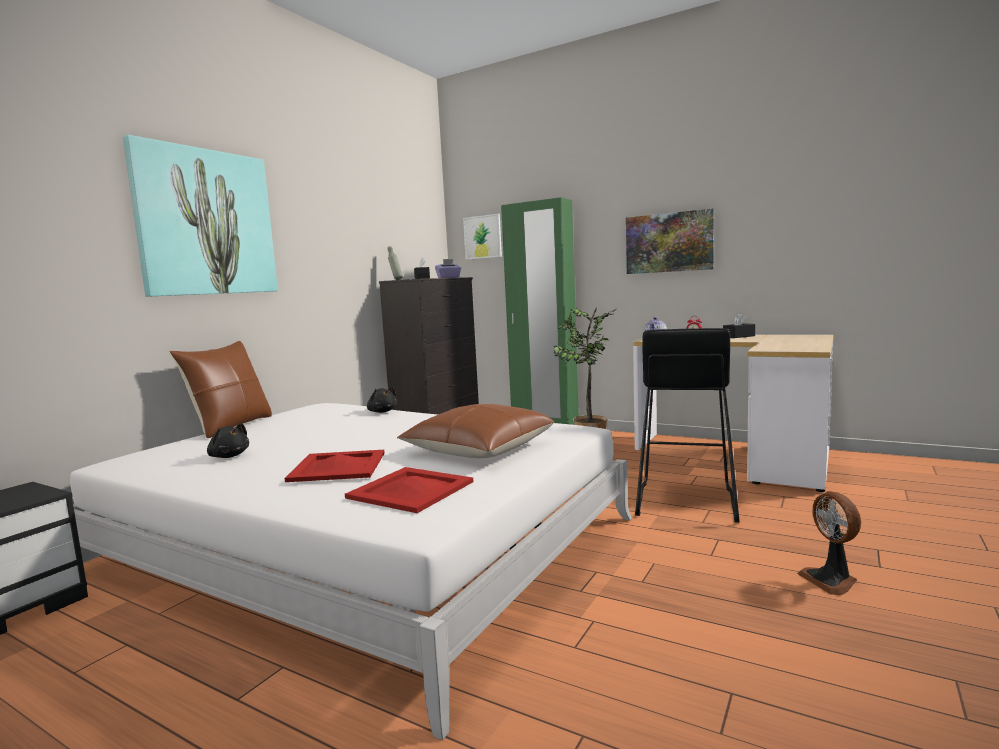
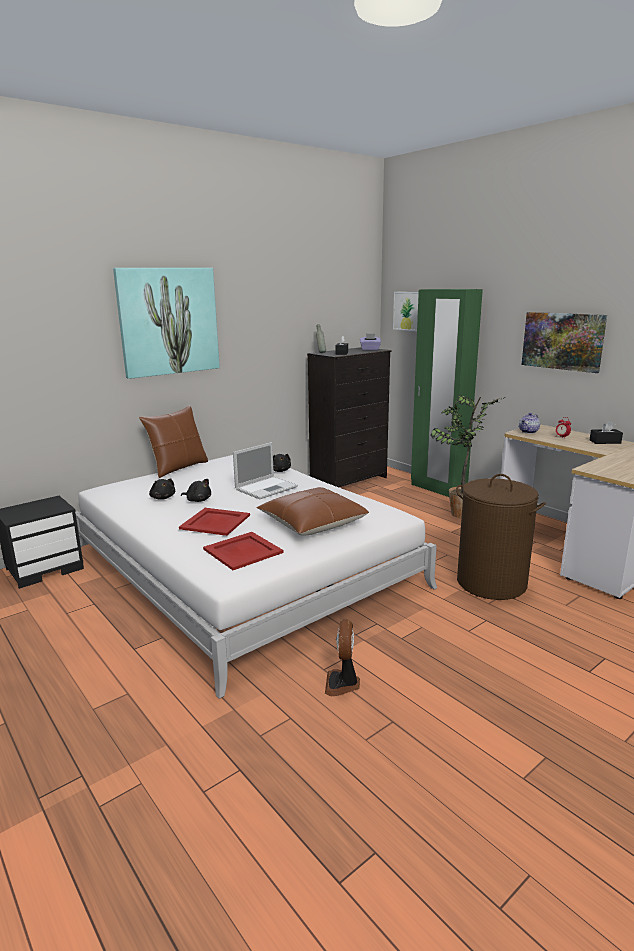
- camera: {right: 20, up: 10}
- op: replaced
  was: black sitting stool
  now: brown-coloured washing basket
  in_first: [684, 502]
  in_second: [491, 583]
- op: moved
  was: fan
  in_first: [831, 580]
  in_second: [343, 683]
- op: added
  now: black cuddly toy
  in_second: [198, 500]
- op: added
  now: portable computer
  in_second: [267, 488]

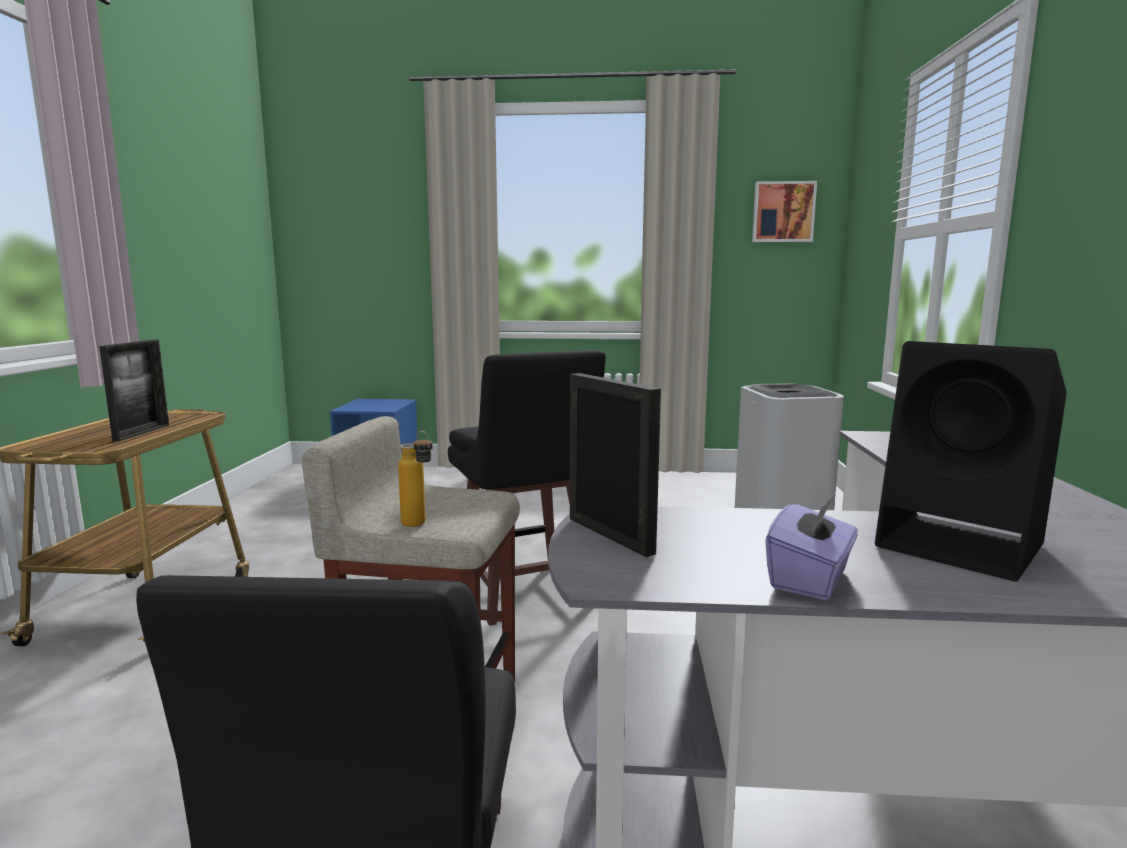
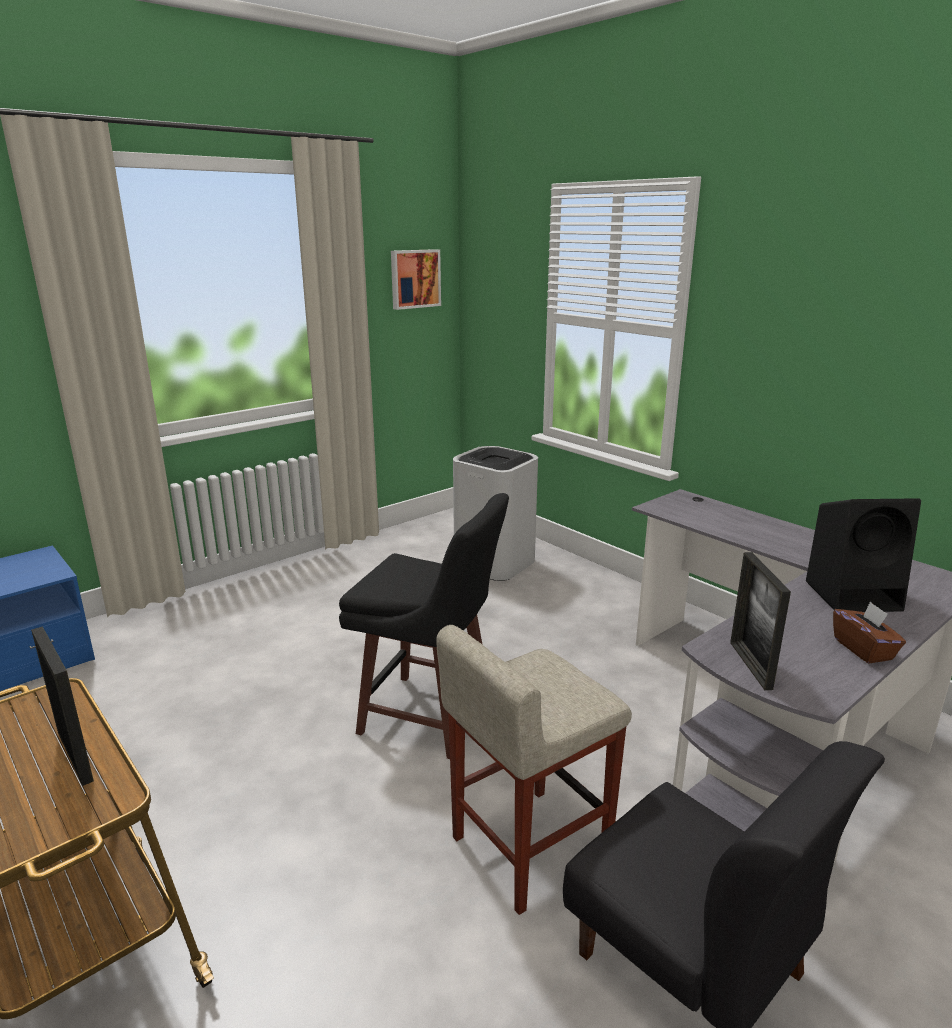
- camera: {right: -45, up: 10}
- op: removed
  was: beverage bottle
  in_first: [419, 525]
- op: turned
  was: picture frame
  in_first: [609, 535]
  in_second: [750, 665]
  clockwise: -105
- op: recoloured
  was: purple-coloured tissue holder
  now: brown-coloured tissue holder
  in_first: [810, 579]
  in_second: [863, 649]

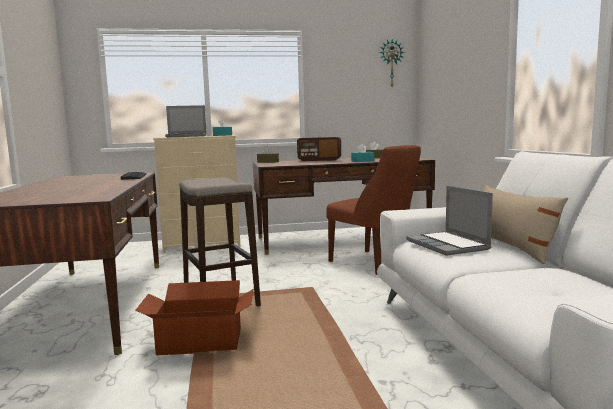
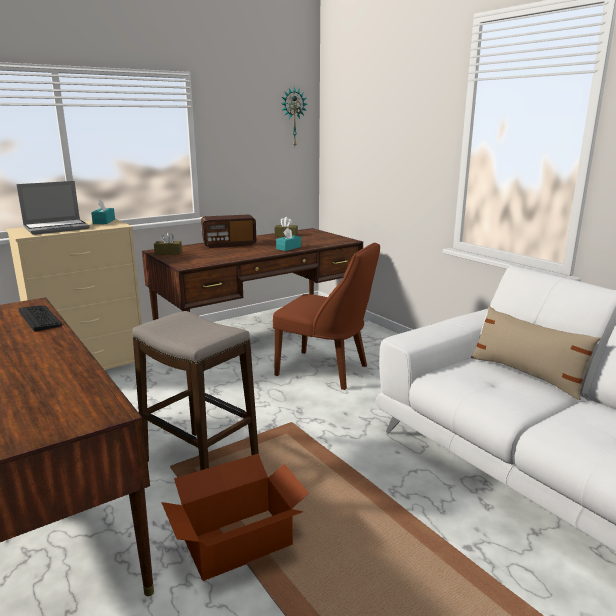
- camera: {right: -25, up: 10}
- op: removed
  was: portable computer
  in_first: [448, 245]

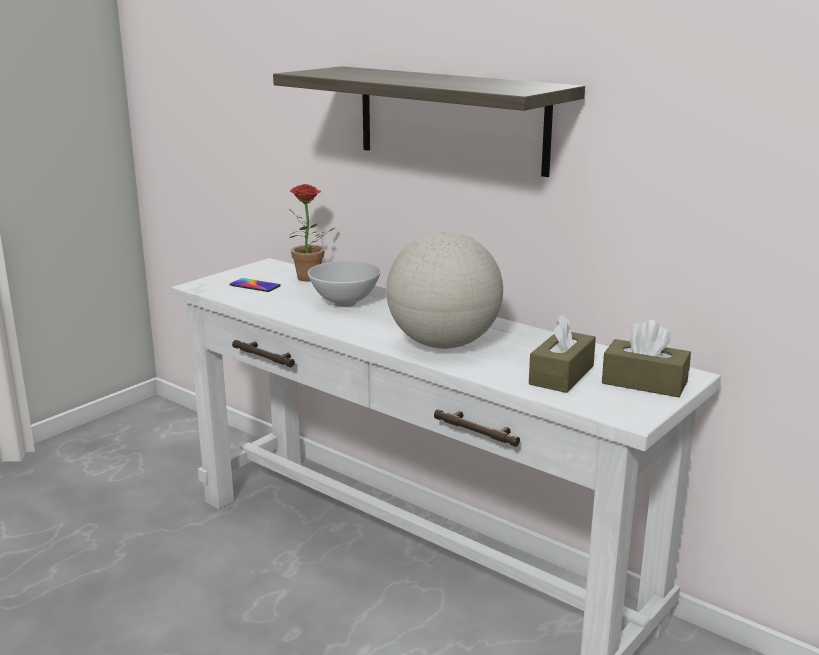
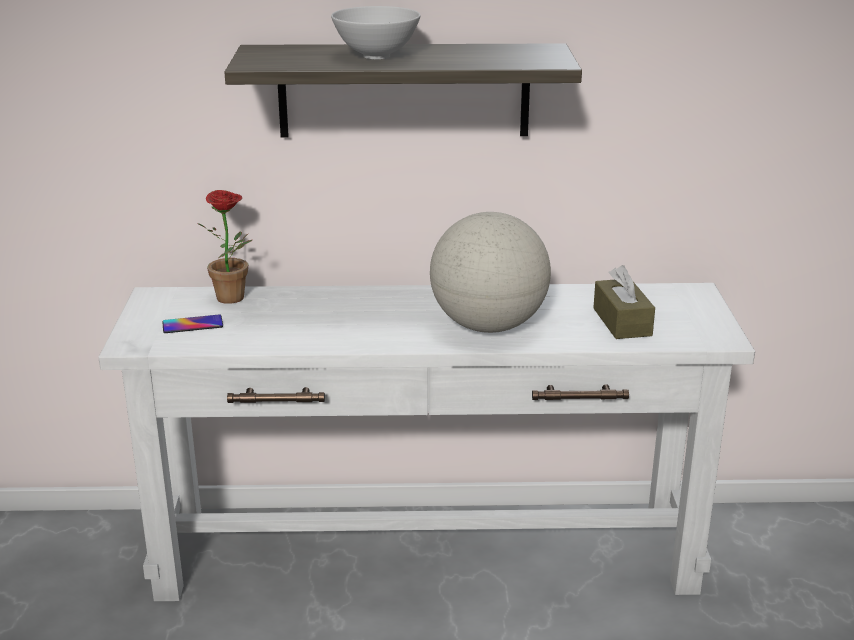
- camera: {right: -40, up: 5}
- op: moved
  was: white bowl
  in_first: [344, 303]
  in_second: [376, 56]
- op: removed
  was: brown-coloured tissue holder
  in_first: [644, 383]

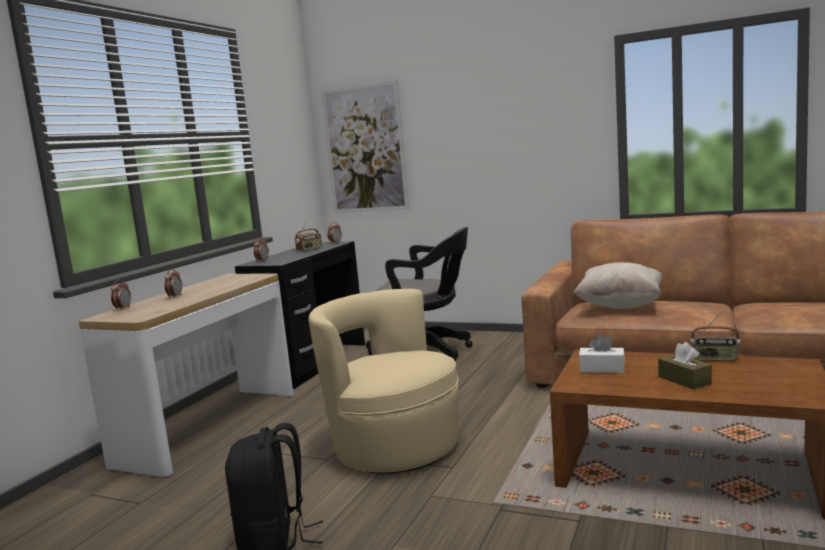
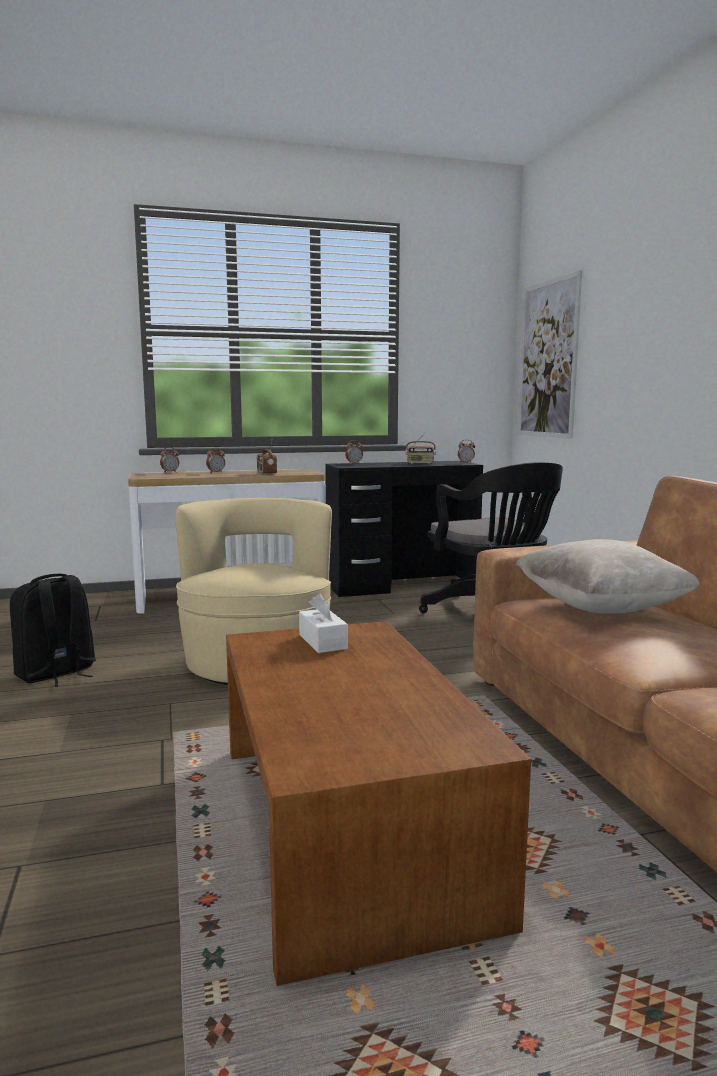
- camera: {right: 50, up: 0}
- op: removed
  was: brown-coloured tissue holder
  in_first: [684, 380]
- op: moved
  was: radio receiver
  in_first: [715, 359]
  in_second: [266, 473]

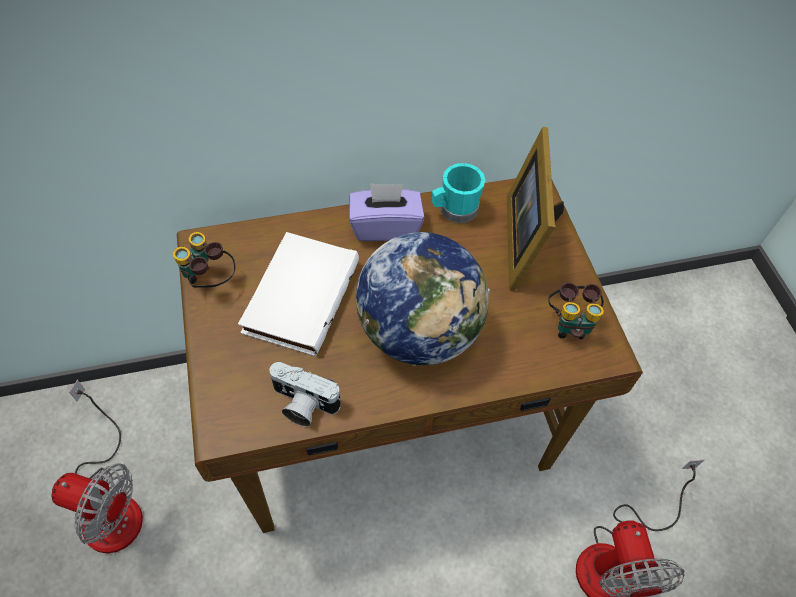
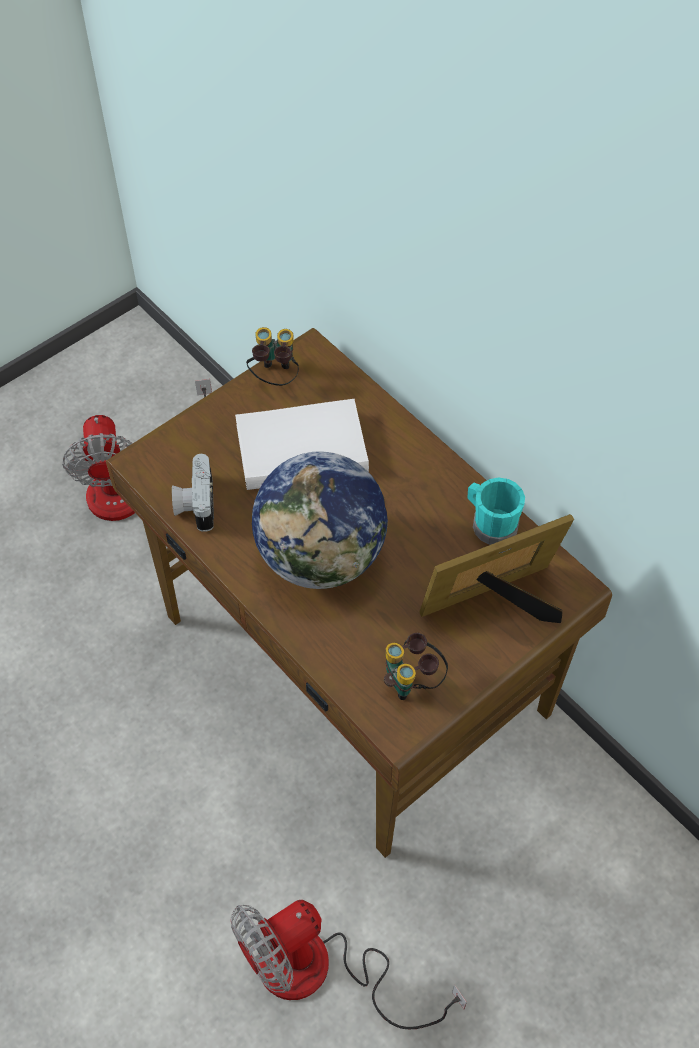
- camera: {right: 65, up: 0}
- op: removed
  was: purple-coloured tissue holder
  in_first: [385, 226]

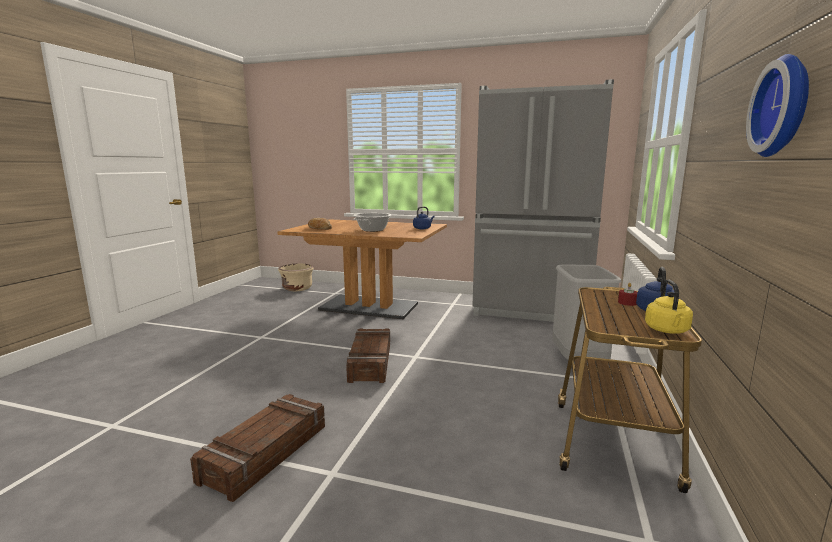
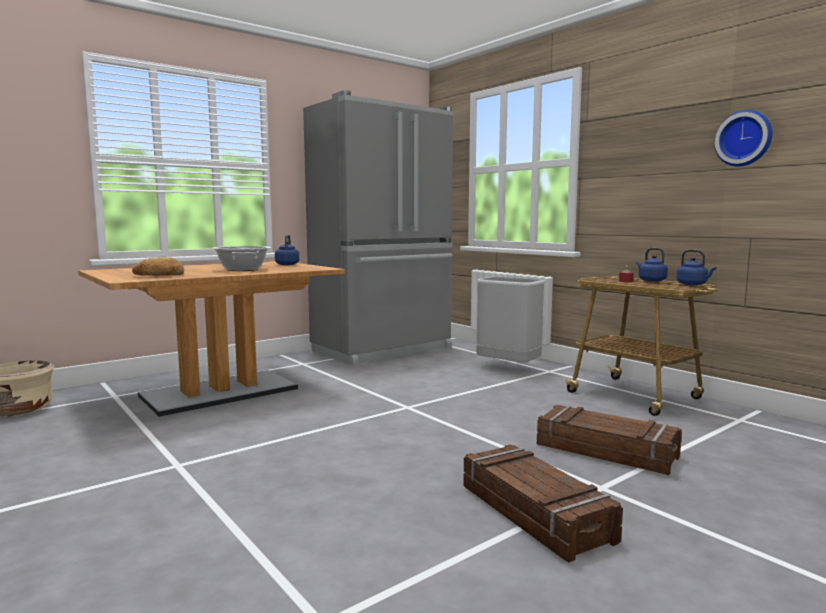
- camera: {right: -55, up: -5}
- op: moved
  was: shipping crate
  in_first: [371, 362]
  in_second: [606, 450]
- op: recoloured
  was: yellowish tea kettle
  now: bluish tea kettle
  in_first: [667, 330]
  in_second: [693, 284]

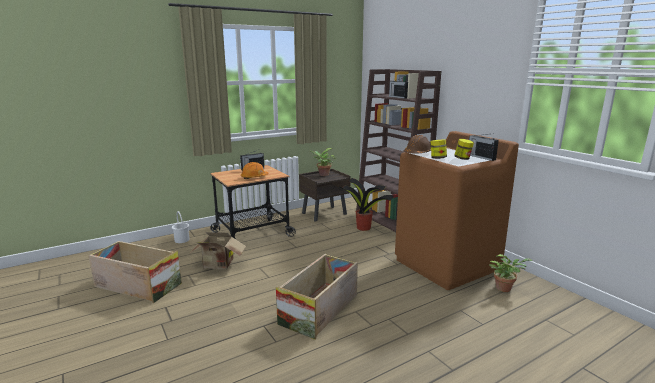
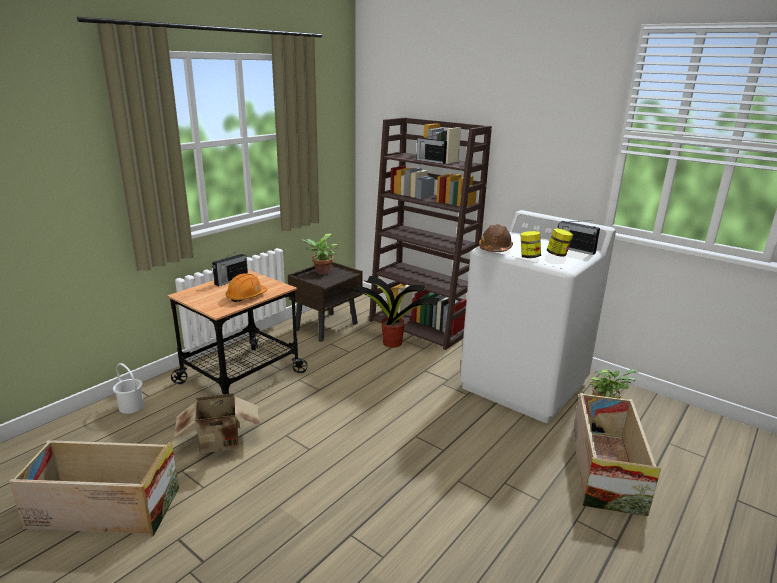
- camera: {right: -20, up: 5}
- op: moved
  was: shipping crate
  in_first: [320, 308]
  in_second: [605, 469]
- op: recoloured
  was: brown-coloured laundry appliance
  now: white laundry appliance
  in_first: [446, 265]
  in_second: [524, 385]

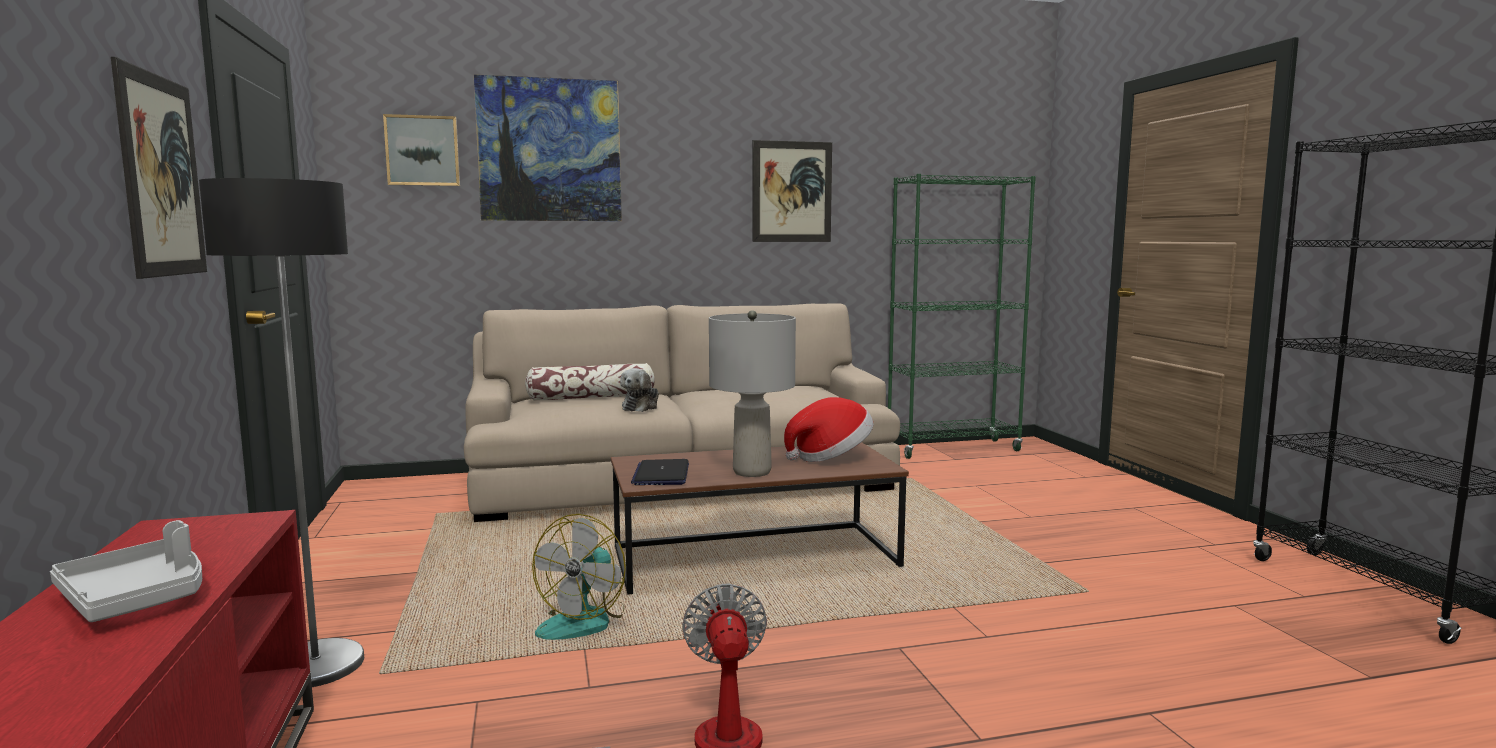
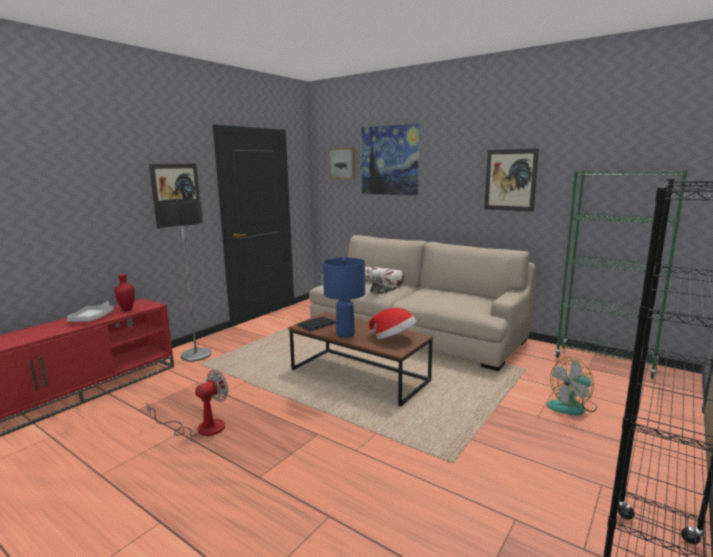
- camera: {right: 50, up: 5}
- op: moved
  was: fan
  in_first: [583, 621]
  in_second: [572, 407]
- op: recoloured
  was: grey lamp for a table
  now: bluish lamp for a table
  in_first: [752, 472]
  in_second: [345, 334]
- op: added
  now: red decorative vase
  in_second: [127, 309]

